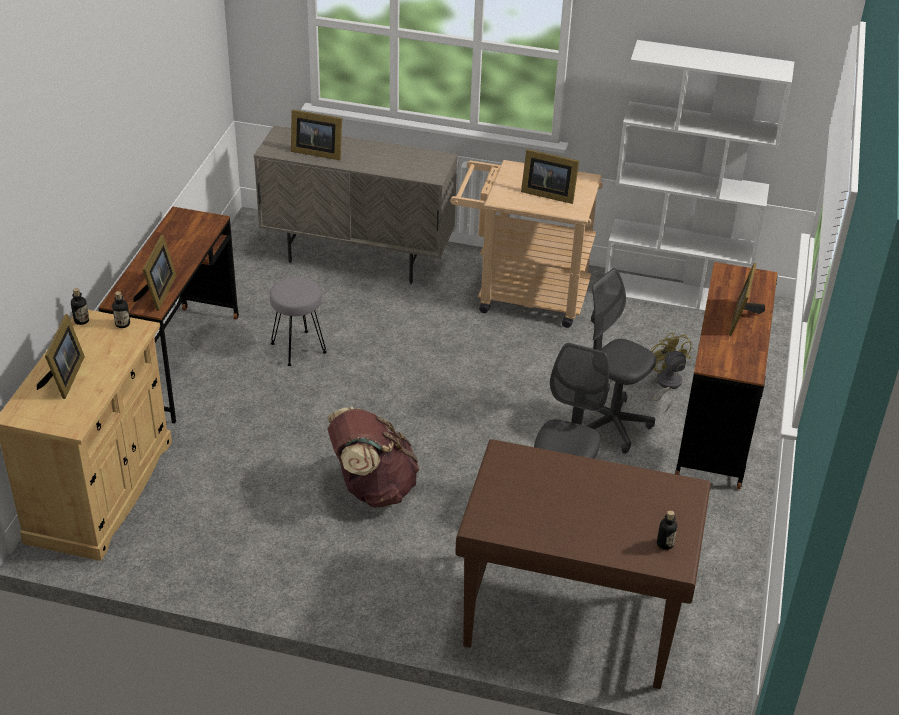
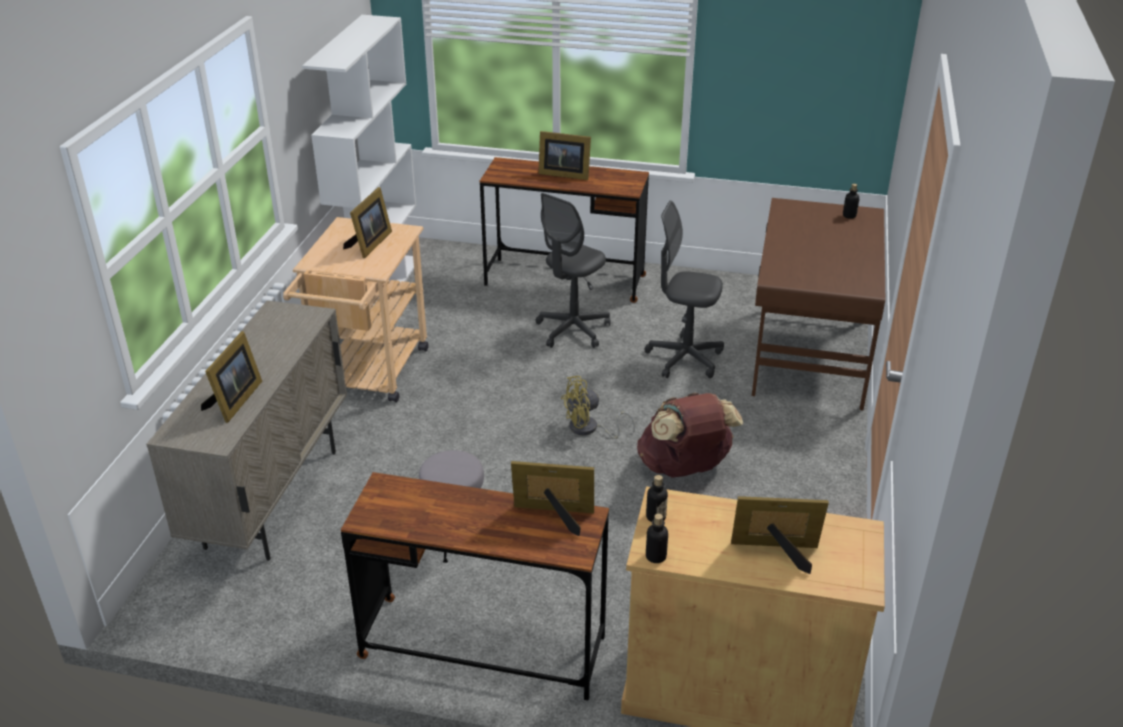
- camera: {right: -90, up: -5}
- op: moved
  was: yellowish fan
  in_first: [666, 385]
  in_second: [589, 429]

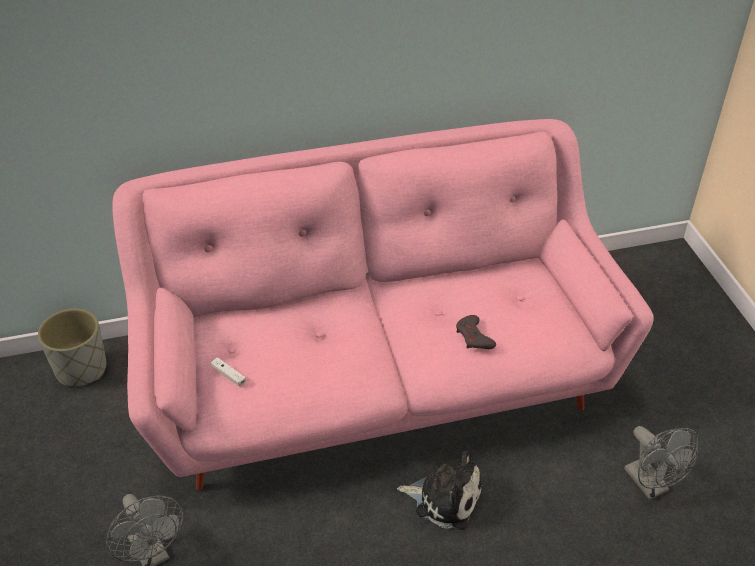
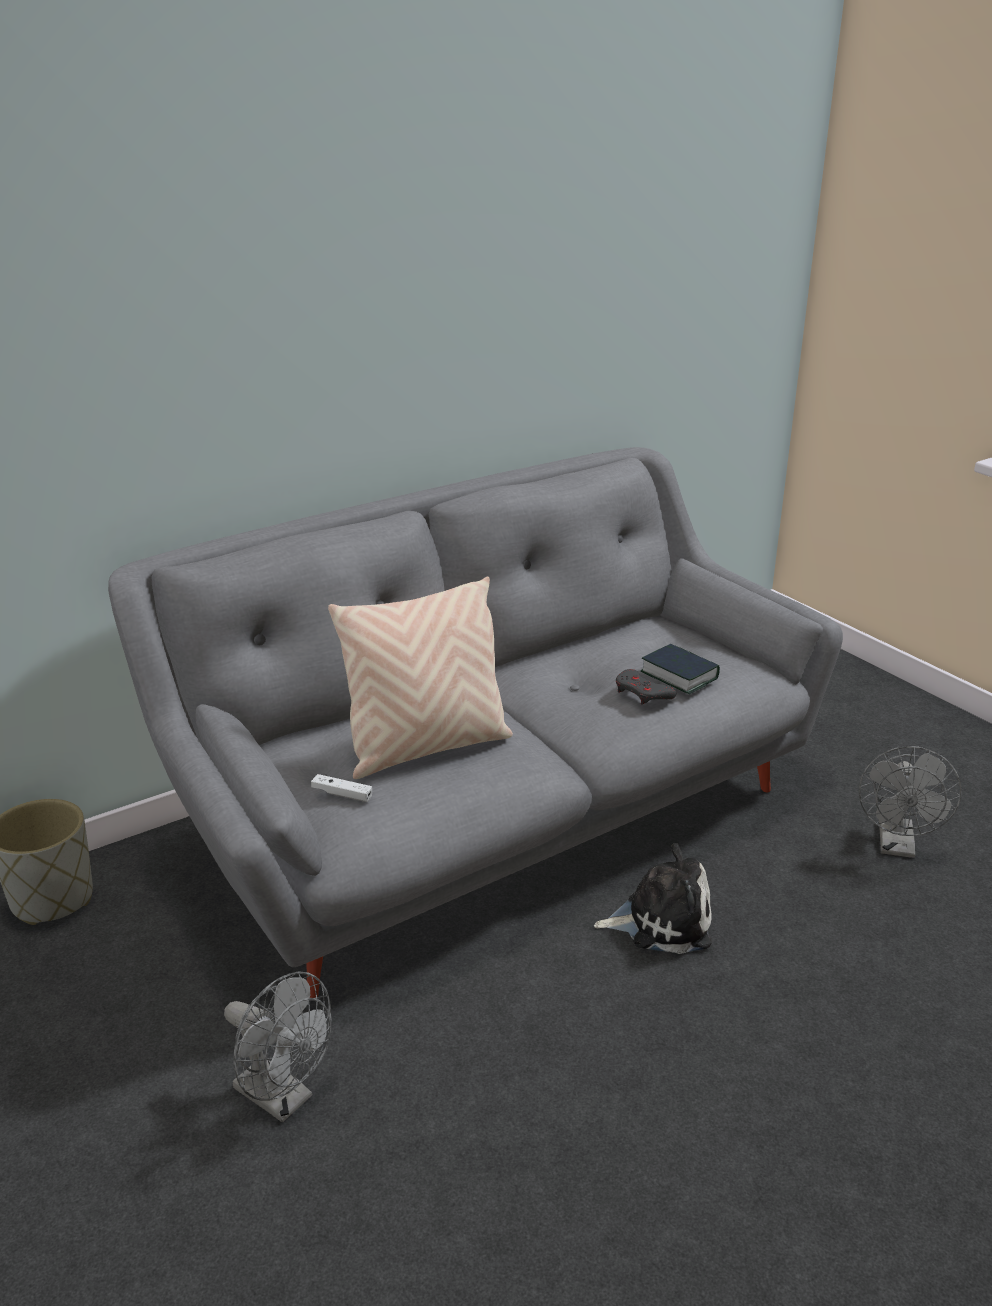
- camera: {right: -20, up: -15}
- op: recoloured
  was: pinkish settee
  now: grey settee
  in_first: [377, 378]
  in_second: [496, 816]
- op: turned
  was: grey fan
  in_first: [651, 485]
  in_second: [897, 846]
  clockwise: 60
- op: added
  now: sand-coloured pillow
  in_second: [426, 748]
- op: added
  now: book
  in_second: [679, 675]

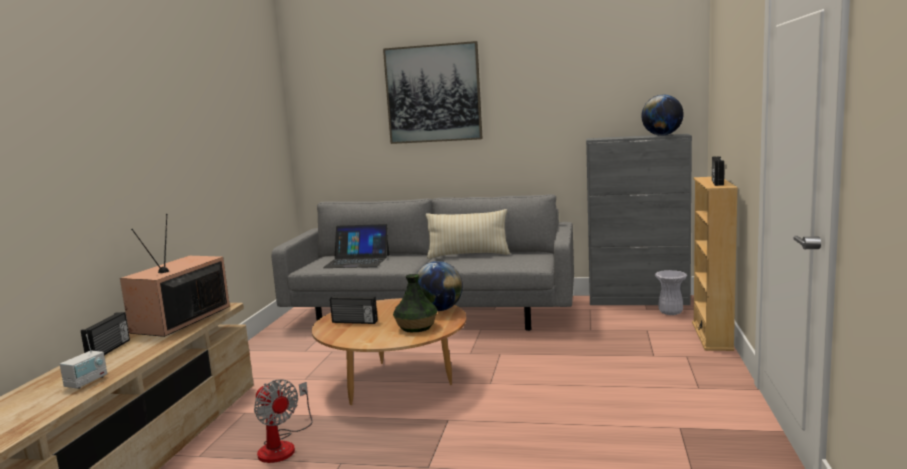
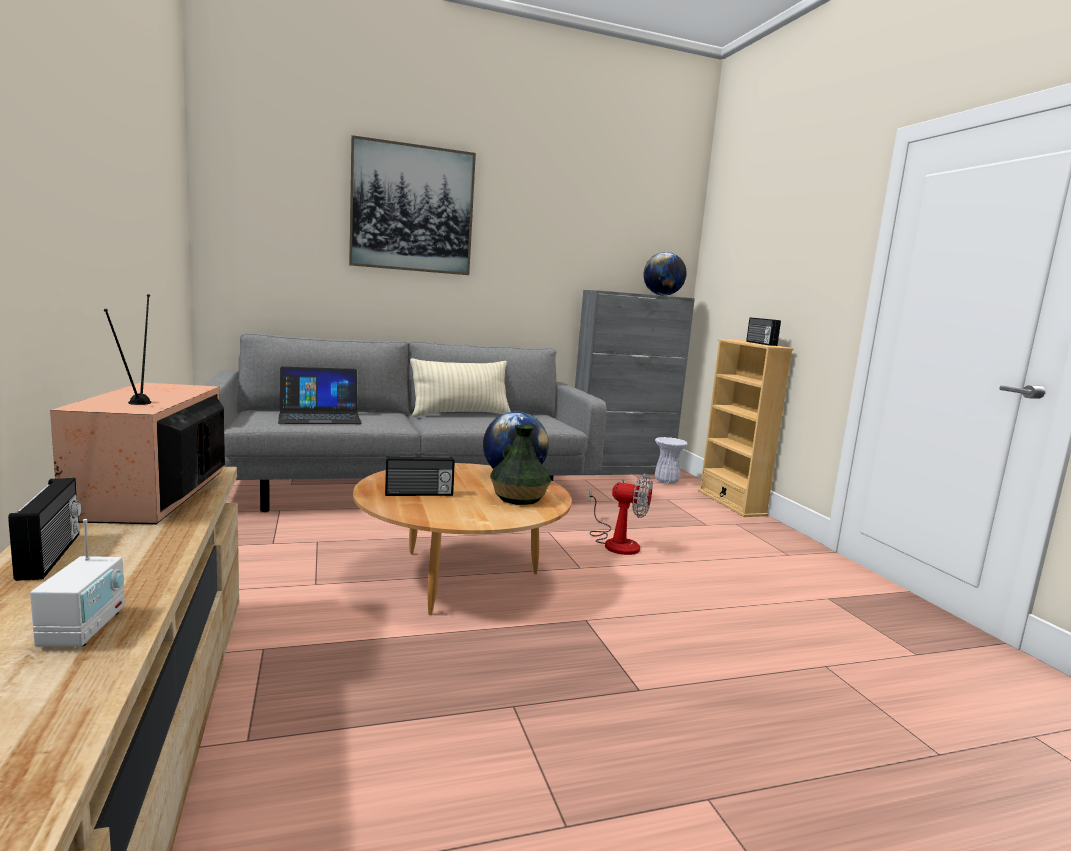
- camera: {right: -30, up: 0}
- op: moved
  was: fan
  in_first: [282, 445]
  in_second: [616, 542]

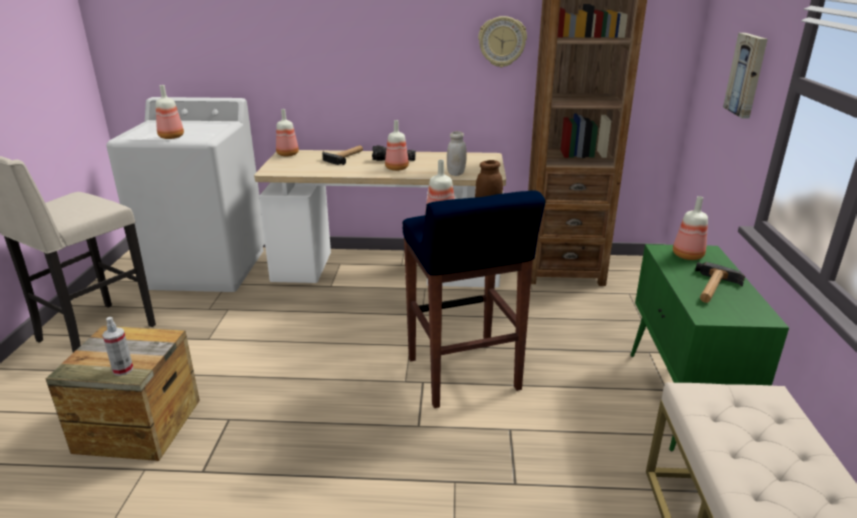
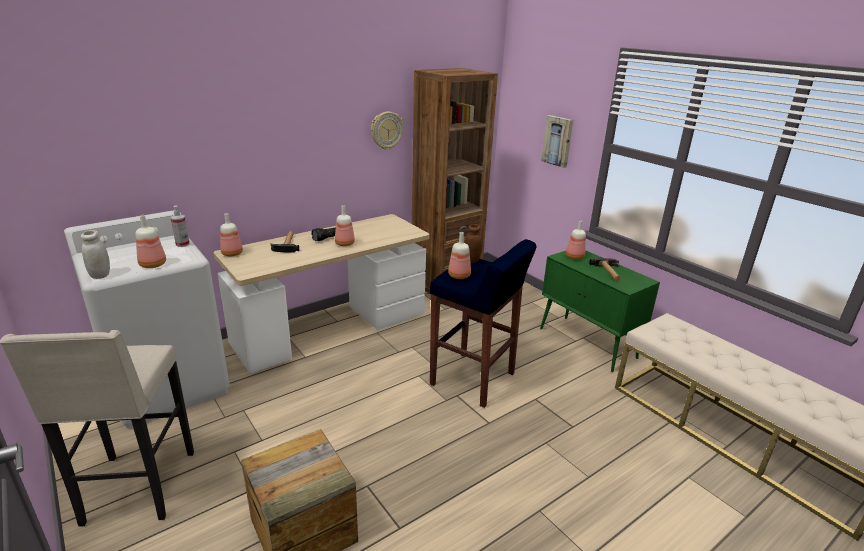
- camera: {right: -40, up: 0}
- op: moved
  was: spray bottle
  in_first: [123, 370]
  in_second: [182, 244]
- op: moved
  was: white storage jar
  in_first: [456, 173]
  in_second: [100, 275]

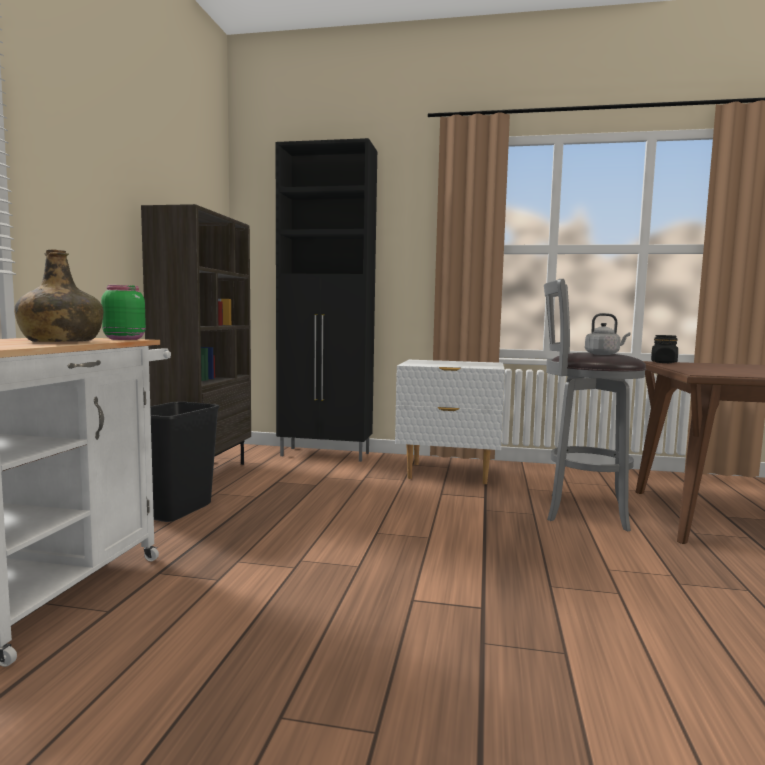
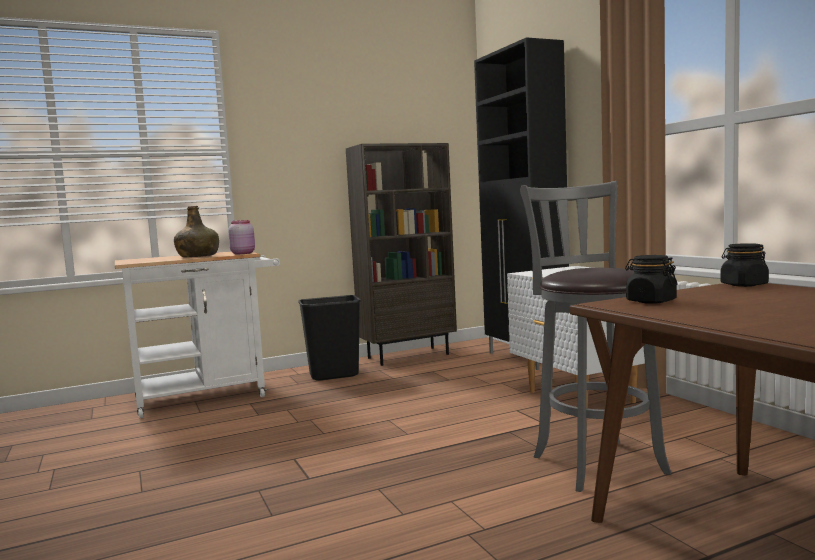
- camera: {right: 55, up: 0}
- op: recoloured
  was: green storage jar
  now: pinkish storage jar
  in_first: [124, 339]
  in_second: [243, 253]
- op: removed
  was: grey tea kettle
  in_first: [603, 354]
- op: added
  now: black storage jar
  in_second: [650, 301]

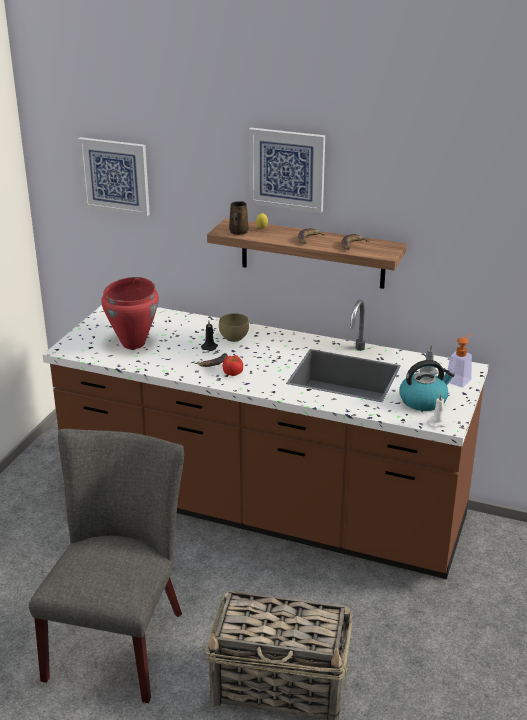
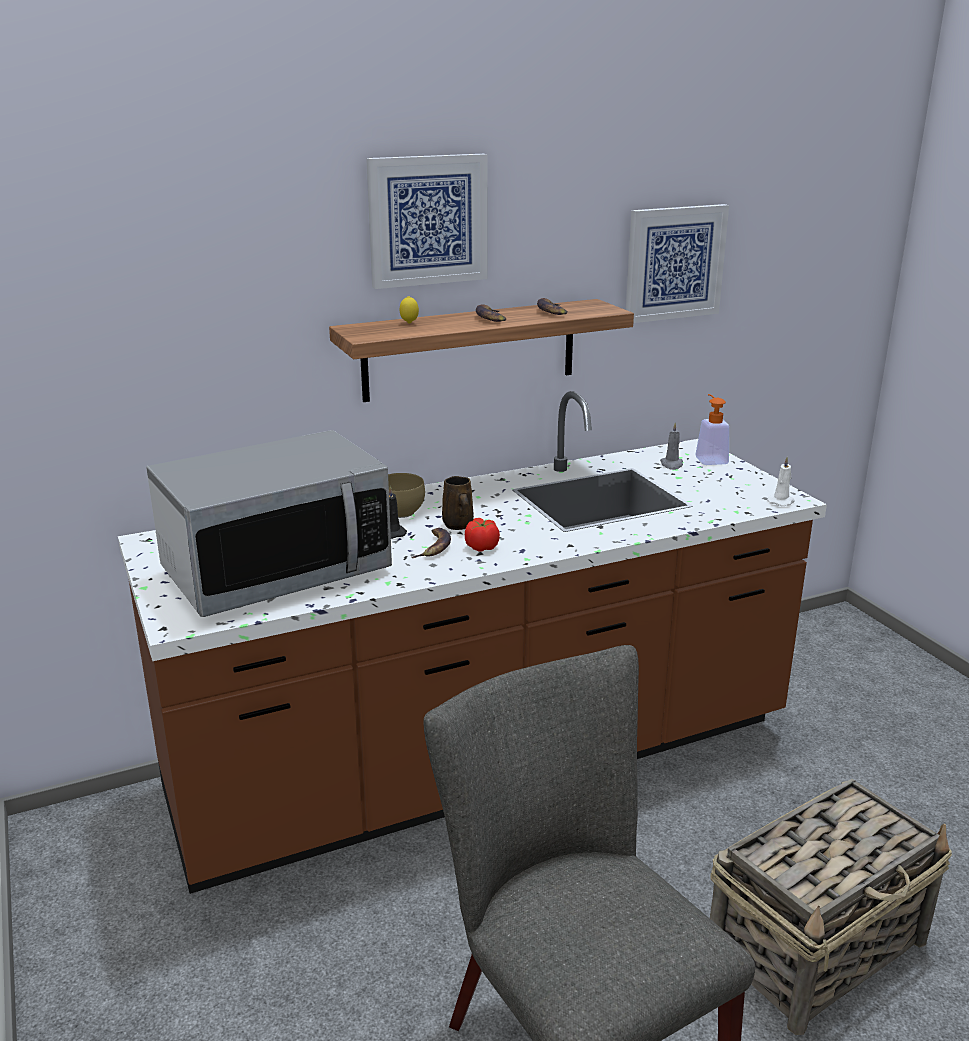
- camera: {right: -45, up: -5}
- op: moved
  was: wall picture
  in_first: [115, 176]
  in_second: [674, 263]
- op: replaced
  was: red stockpot
  now: microwave
  in_first: [134, 343]
  in_second: [277, 571]
- op: moved
  was: brown-coloured tea mug
  in_first: [238, 232]
  in_second: [458, 525]
- op: removed
  was: tea kettle
  in_first: [423, 400]

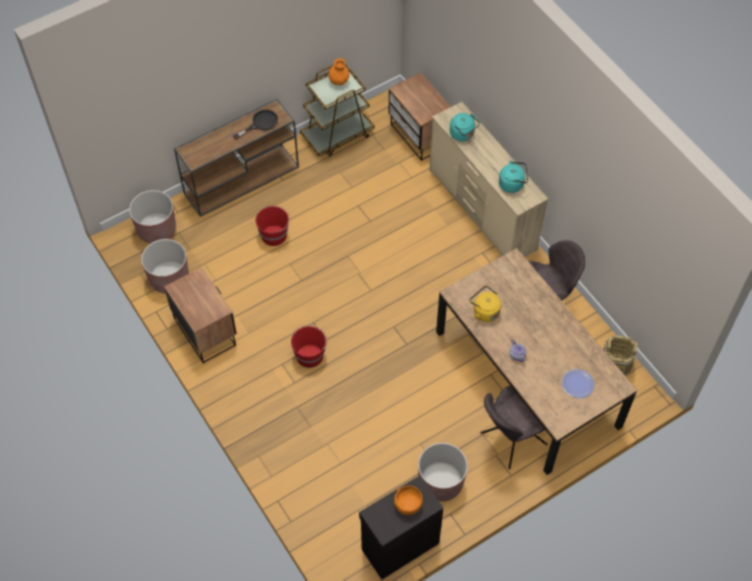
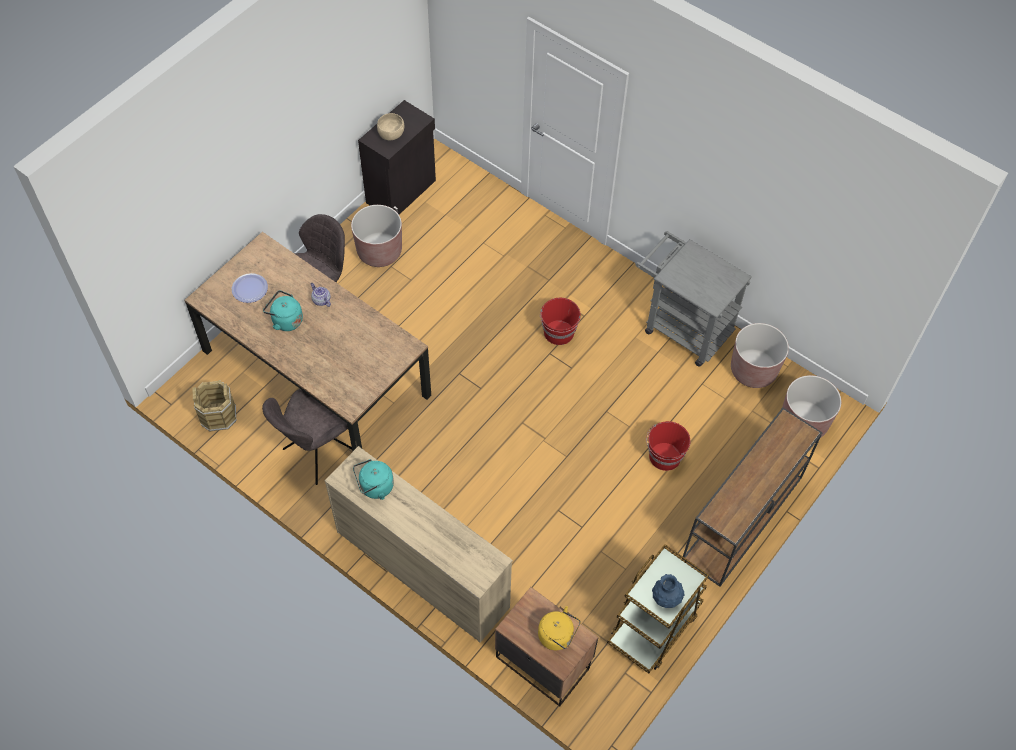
- camera: {right: 160, up: 0}
- op: replaced
  was: nightstand
  now: grey trolley
  in_first: [205, 330]
  in_second: [681, 327]
- op: removed
  was: black frying pan
  in_first: [261, 123]
- op: recoloured
  was: orange decorative vase
  now: bluish decorative vase
  in_first: [339, 81]
  in_second: [666, 598]
- op: recoloured
  was: orange bowl
  now: sand-coloured bowl
  in_first: [408, 504]
  in_second: [391, 134]
- op: moved
  was: blue-green tea kettle
  in_first: [463, 134]
  in_second: [285, 320]
- op: moved
  was: yellowish tea kettle
  in_first: [484, 311]
  in_second: [558, 636]

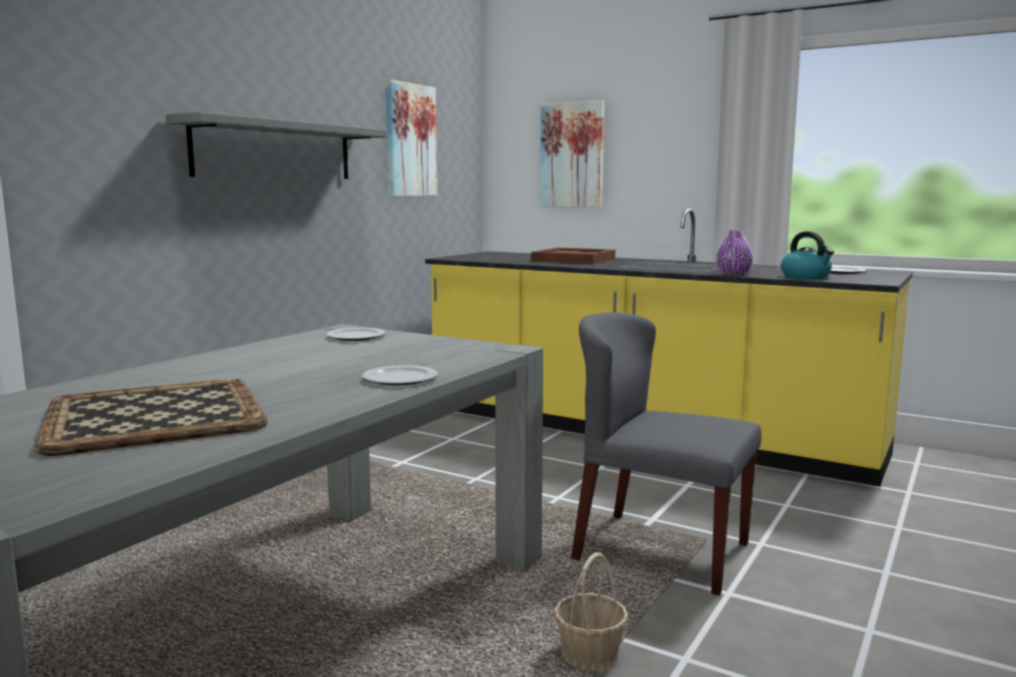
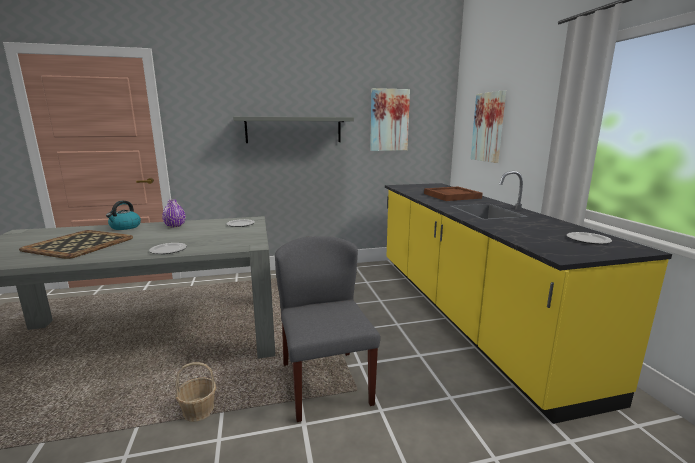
- camera: {right: 45, up: 5}
- op: moved
  was: purple-coloured decorative vase
  in_first: [733, 274]
  in_second: [175, 226]
- op: moved
  was: tea kettle
  in_first: [806, 277]
  in_second: [125, 227]

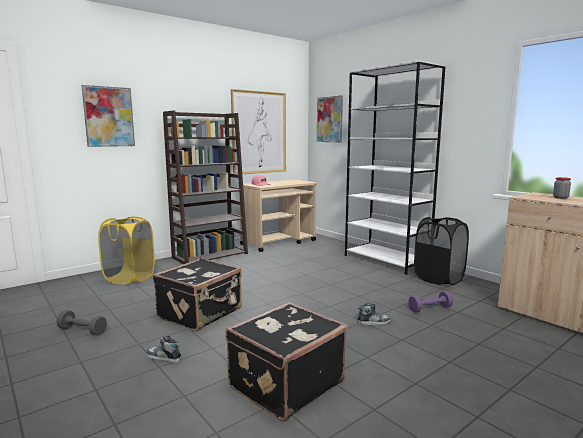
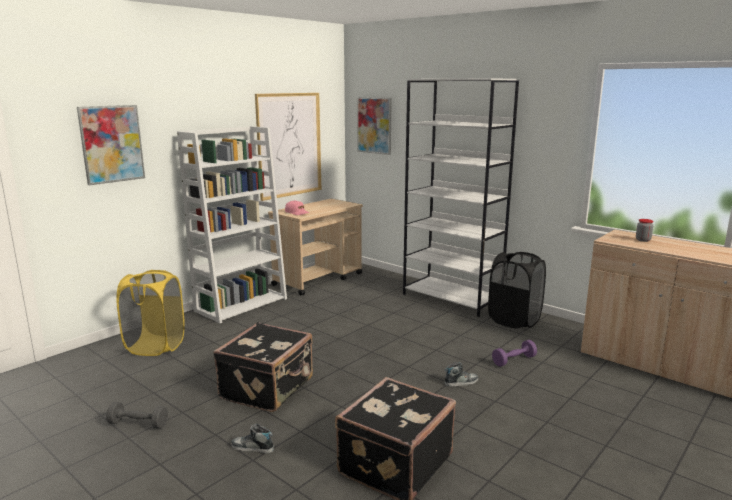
- camera: {right: -10, up: 5}
- op: recoloured
  was: brown-coloured bookcase
  now: white bookcase
  in_first: [210, 255]
  in_second: [242, 304]

